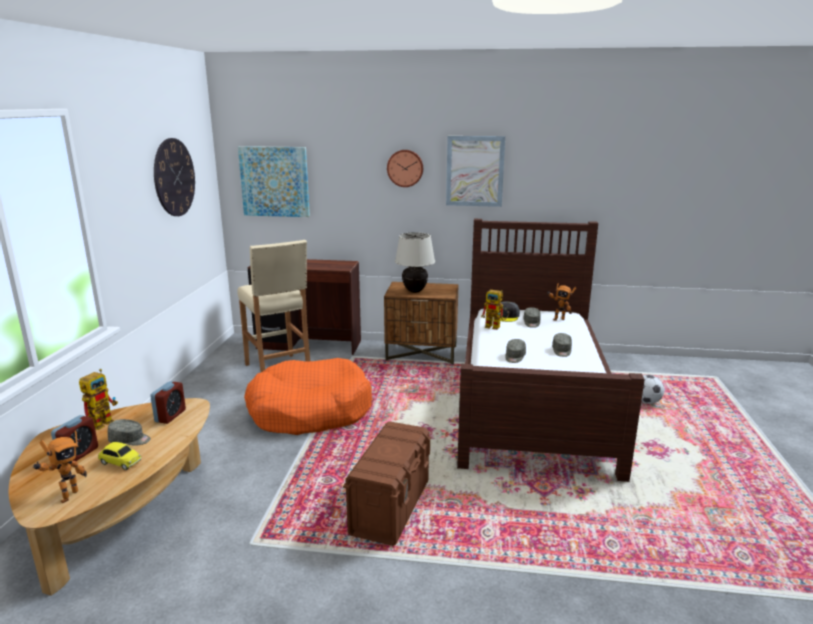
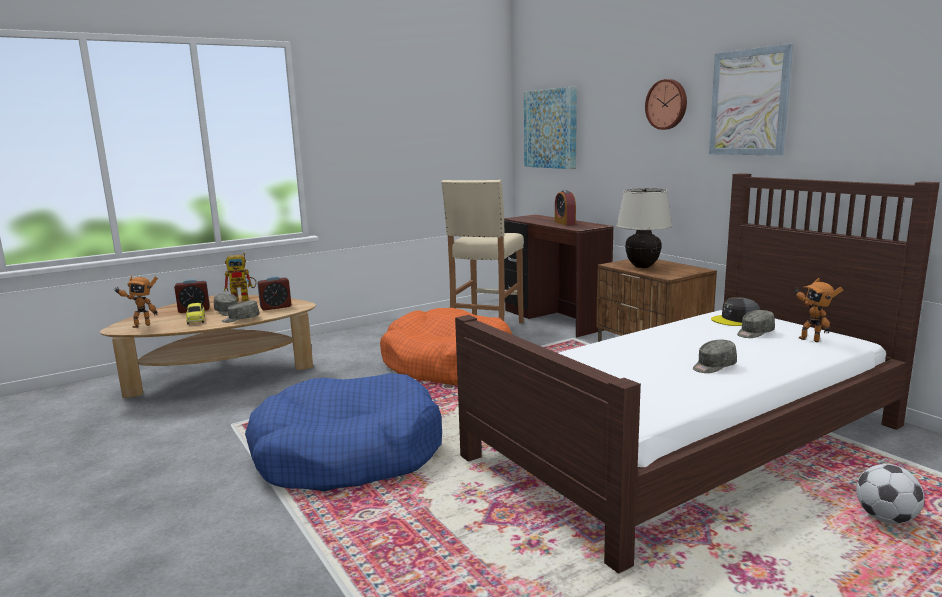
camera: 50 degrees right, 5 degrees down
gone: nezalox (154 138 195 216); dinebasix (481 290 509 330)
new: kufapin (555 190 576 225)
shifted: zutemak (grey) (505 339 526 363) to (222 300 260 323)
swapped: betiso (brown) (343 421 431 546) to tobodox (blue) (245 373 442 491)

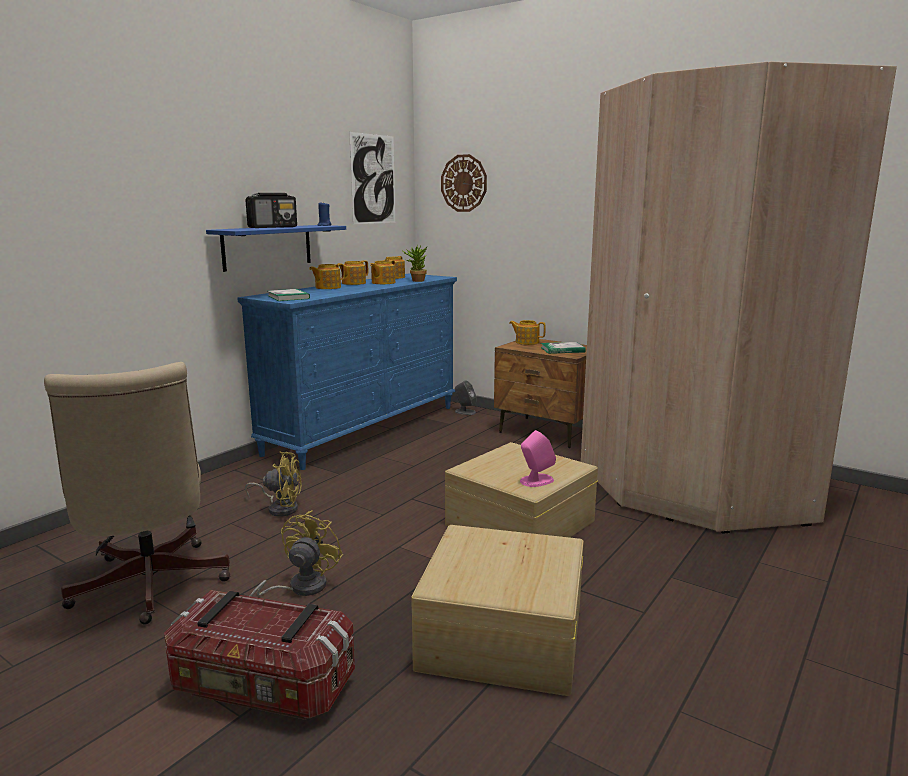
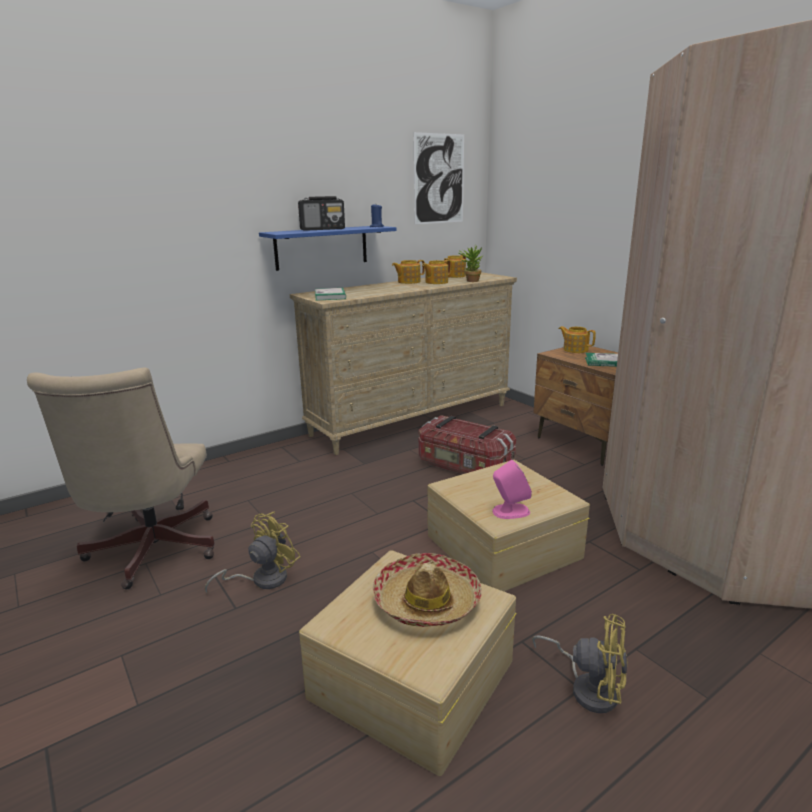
camera: 20 degrees right, 5 degrees up
gone: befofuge (309 264 344 289); nezalox (441 154 487 212); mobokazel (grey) (455 381 477 415)
new: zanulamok (373 553 482 627)
shifted: betiso (164 590 355 720) to (419 415 516 474); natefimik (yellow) (245 452 302 517) to (532 614 628 713)
repainted: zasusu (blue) (237 273 457 470) to zasusu (beige) (290 272 517 455)

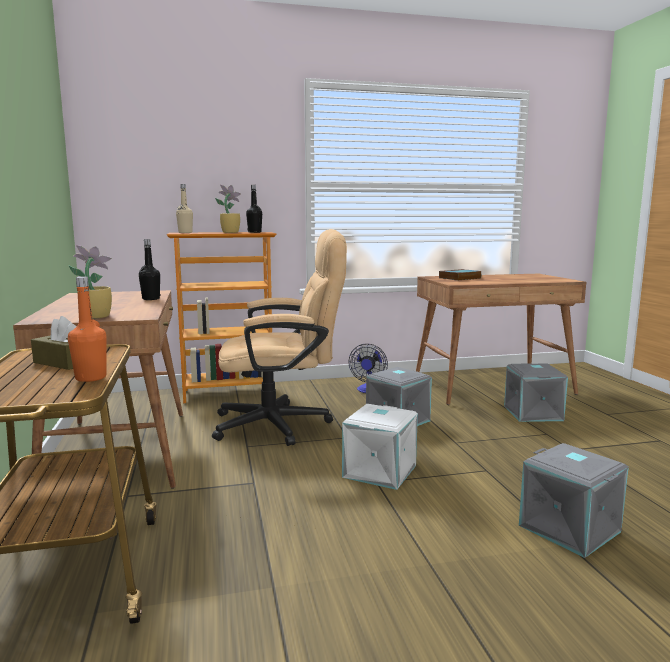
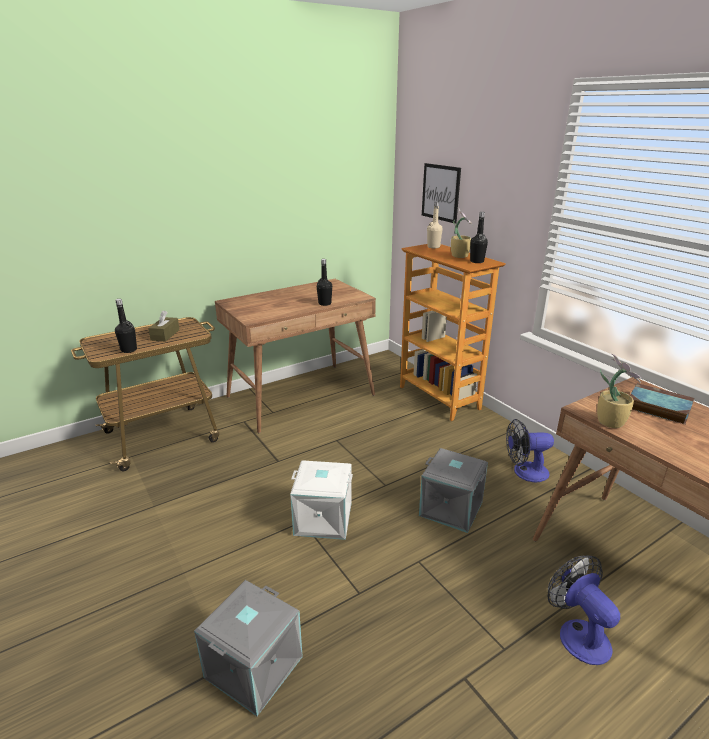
camera: 70 degrees right, 15 degrees up
gone: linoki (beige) (212 229 347 446)
new: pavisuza (422 163 461 224)
shifted: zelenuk (69 245 112 319) to (597 354 642 428)
swapped: betiso (grey) (504 364 568 422) to natefimik (548 555 620 665)
repainted: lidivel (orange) (68 277 107 382) to lidivel (black) (115 299 137 353)

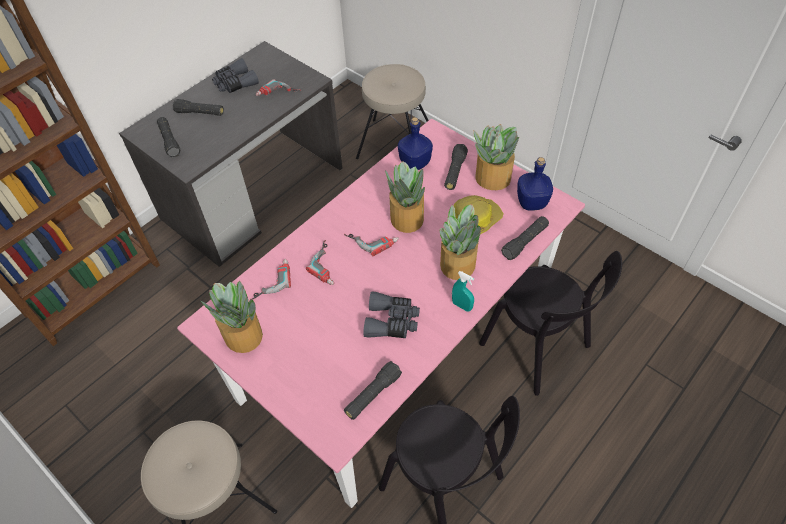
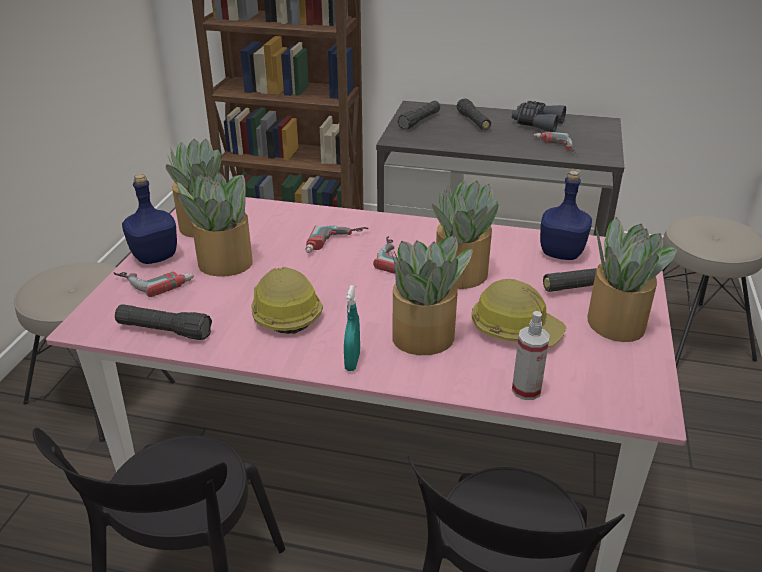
camera: 60 degrees right, 20 degrees down
new: zelenuk (177 173 253 277)
shifted: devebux (250 259 291 300) to (114 272 194 297); lidivel (blue) (517 157 553 211) to (122 174 177 264)
swapped: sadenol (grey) (363 291 420 338) to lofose (251 267 323 334); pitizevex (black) (501 216 549 260) to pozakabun (512 311 550 400)

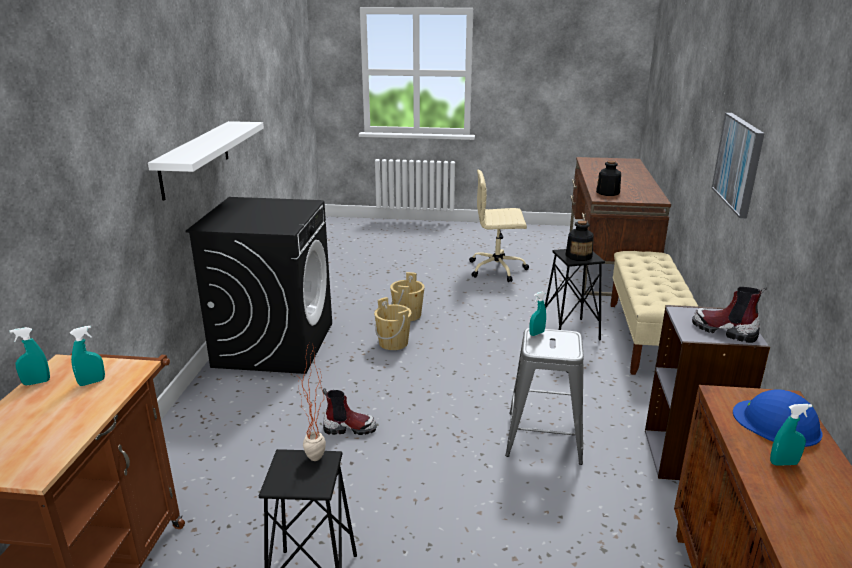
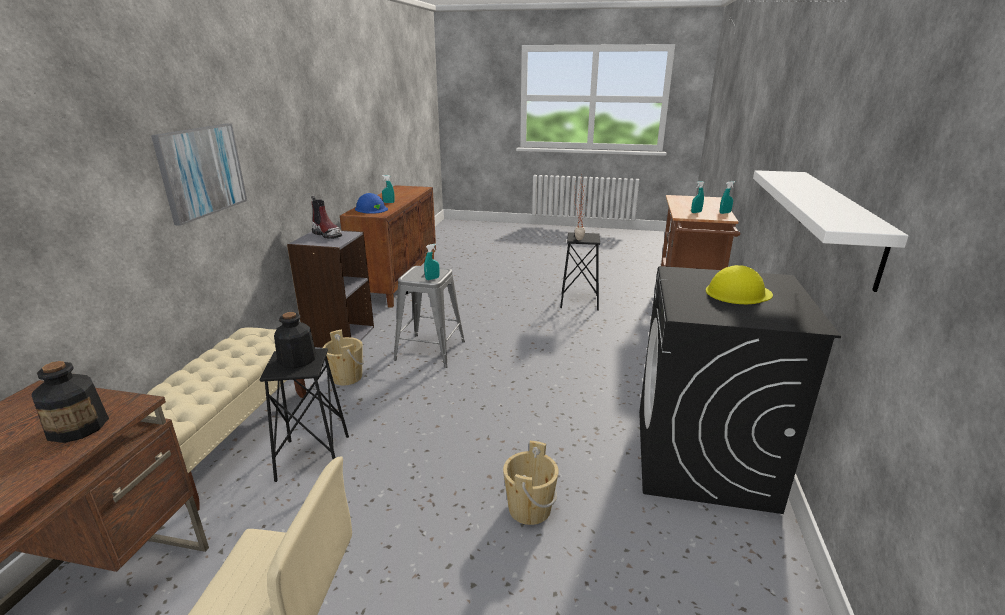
camera: 175 degrees left, 0 degrees up
gone: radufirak (322 388 376 435)
new: lofose (yellow) (706 265 773 304)
shifted: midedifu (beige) (374 297 412 350) to (323 330 364 385)

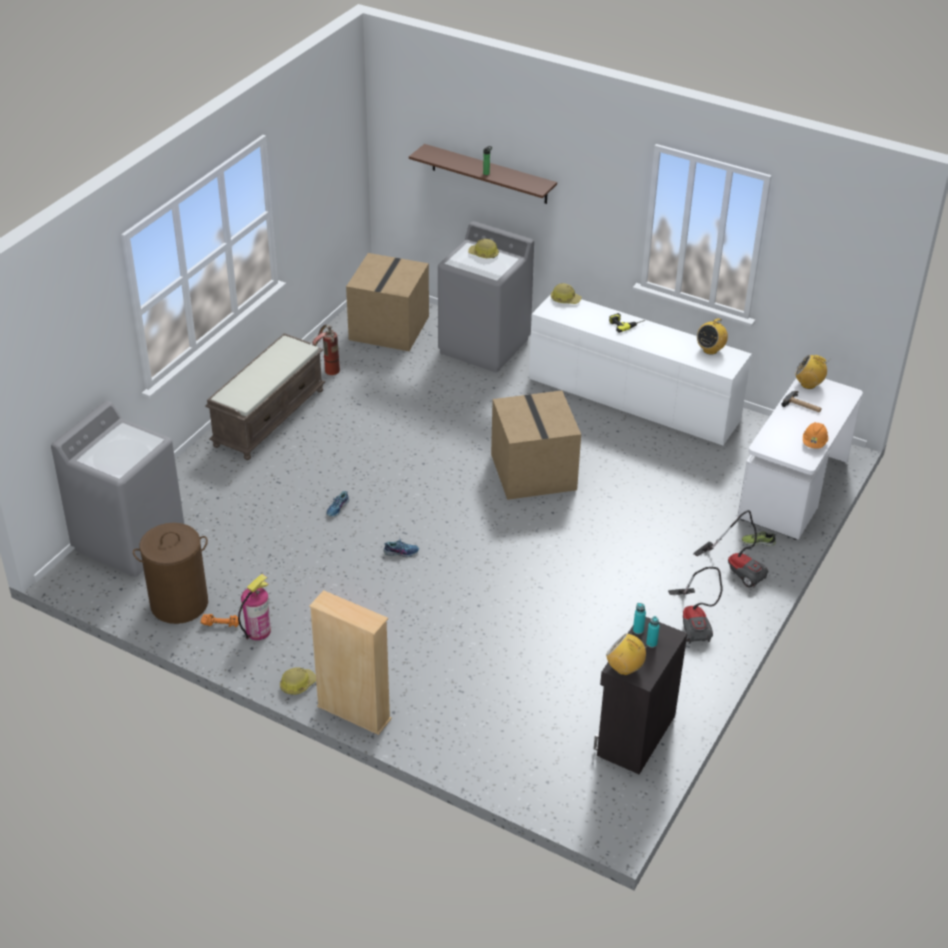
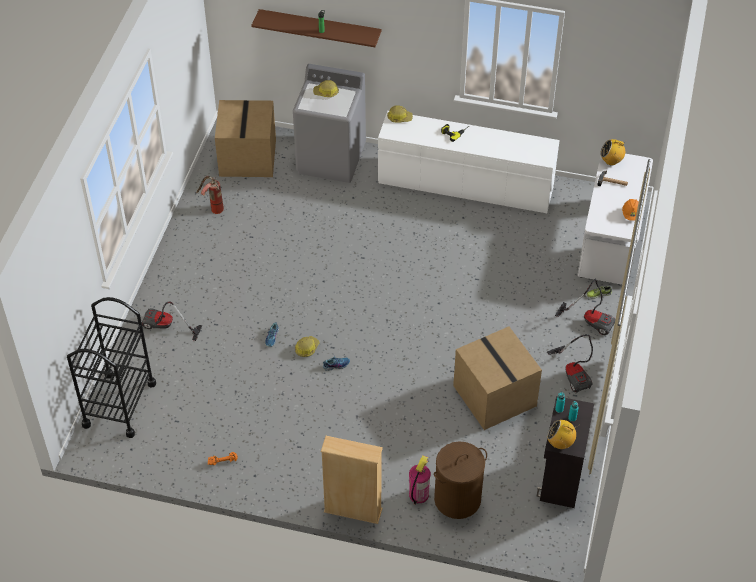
camera: 15 degrees left, 10 degrees up
gone: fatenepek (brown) (205 333 325 460); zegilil (697 318 728 355)
new: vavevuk (142 301 203 341)
shifted: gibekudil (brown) (133 523 208 624) to (434 442 487 519); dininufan (238 574 271 640) to (409 455 431 505); lofose (280 667 316 695) to (295 336 319 357); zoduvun (491 390 581 500) to (453 326 542 430)
swapped: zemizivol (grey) (51 401 184 577) to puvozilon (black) (67 297 156 438)

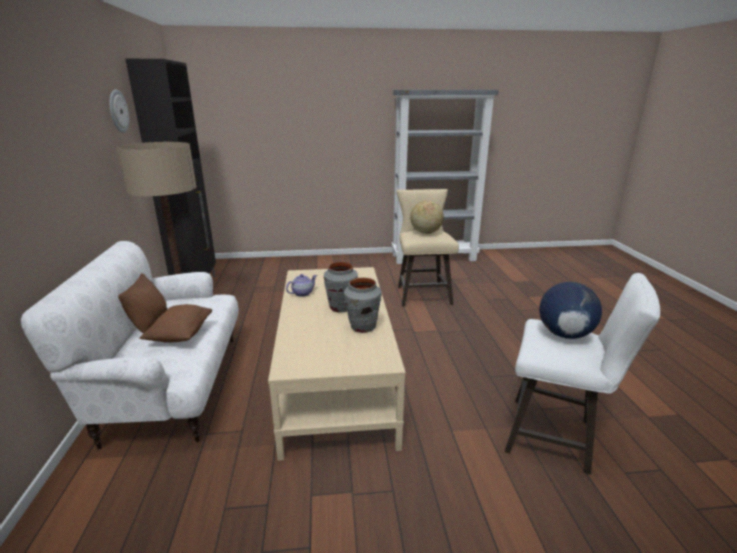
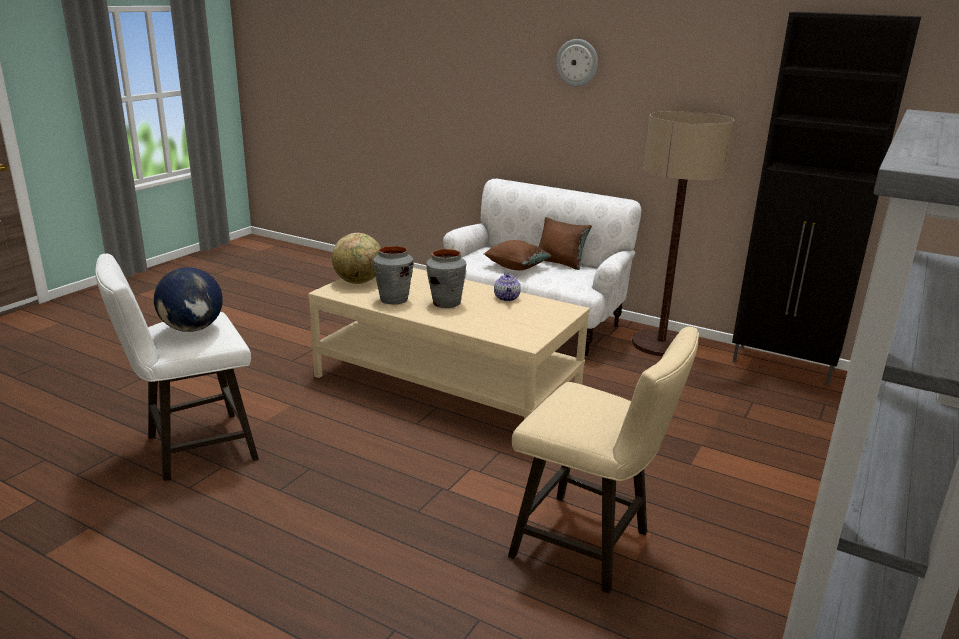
camera: 125 degrees right, 0 degrees up
shifted: nezalox (110 90 129 133) to (556 39 598 86); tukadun (410 200 444 234) to (332 233 381 284)

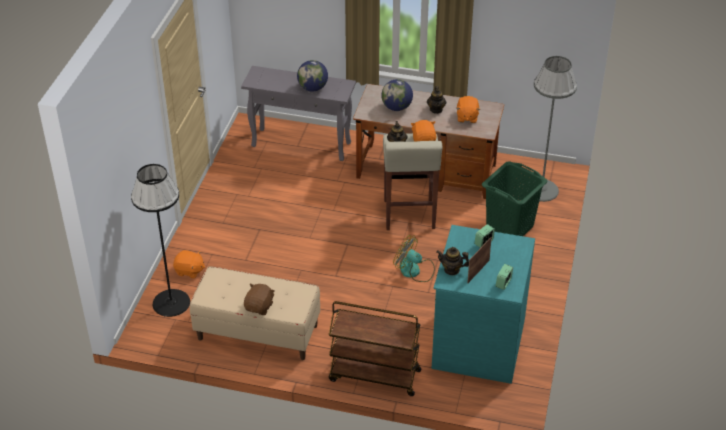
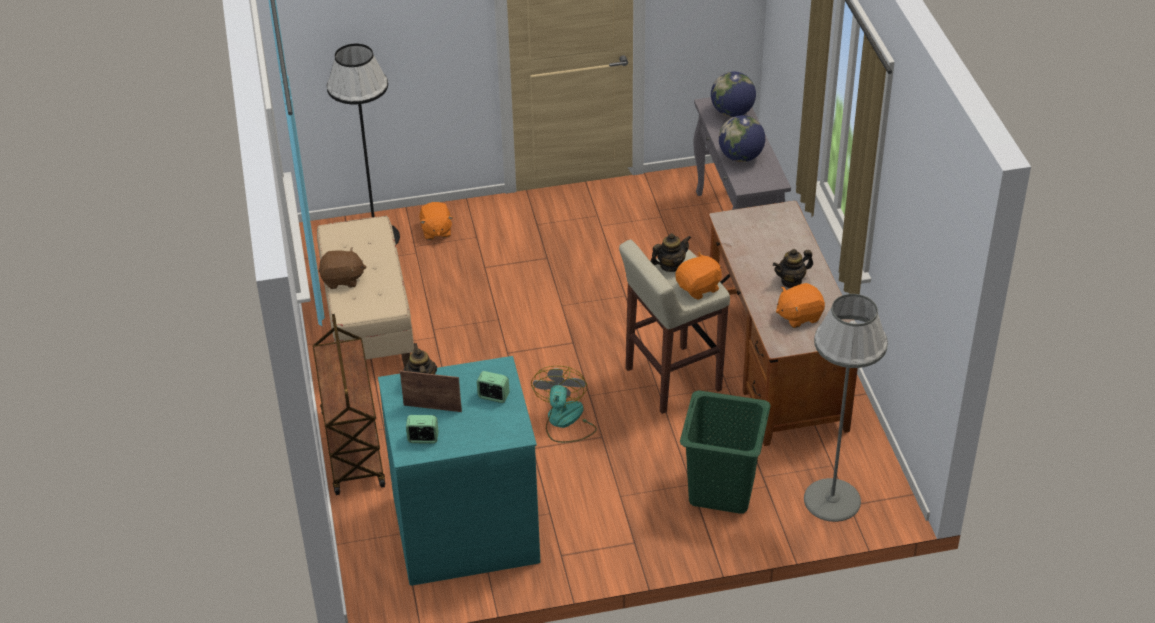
camera: 65 degrees right, 0 degrees up
shifted: tukadun (381 79 413 111) to (711 72 756 117)

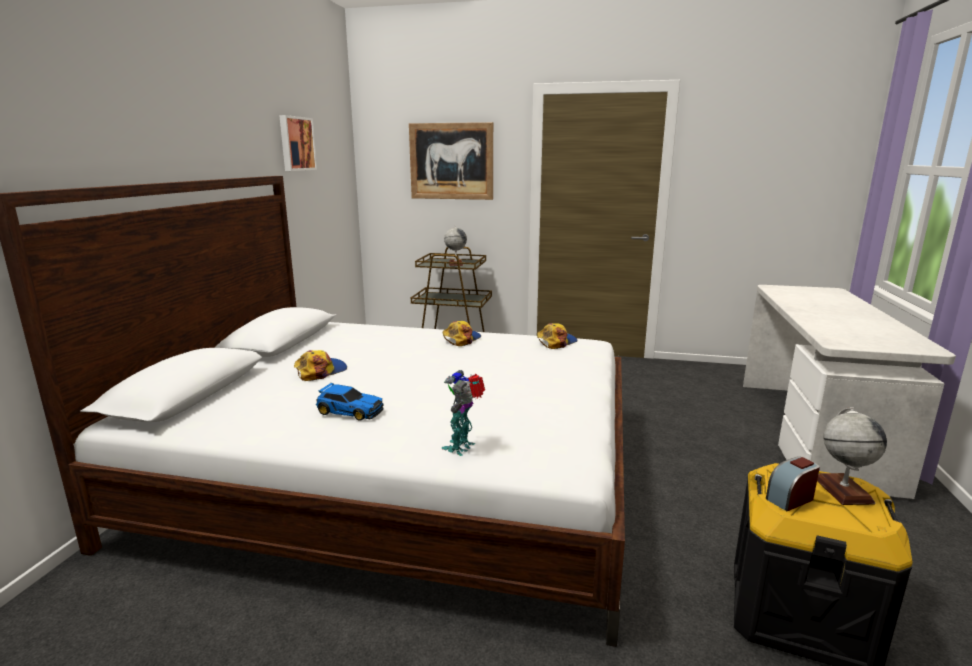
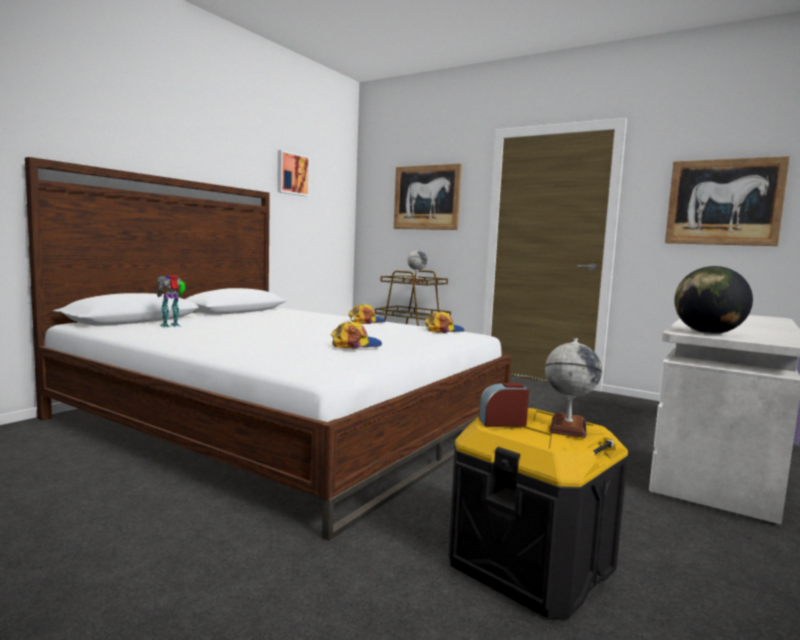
camera: 20 degrees right, 10 degrees down
gone: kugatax (316 383 384 421)
new: pavisuza (665 156 790 246); tukadun (674 266 753 334)
shifted: zutemak (294 350 347 381) to (330 321 382 349); dinebasix (442 370 485 456) to (157 275 186 327)

